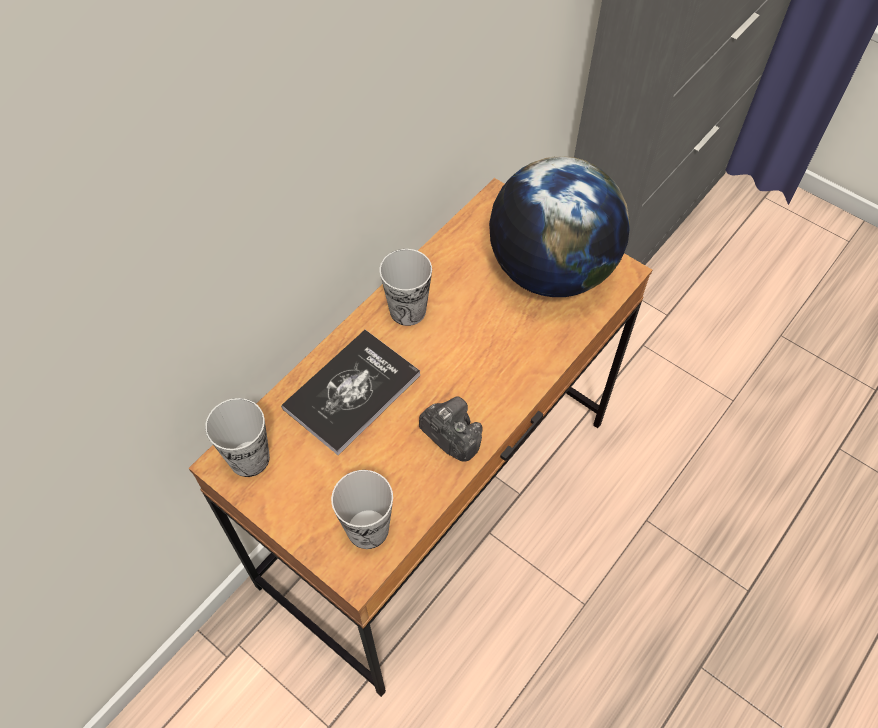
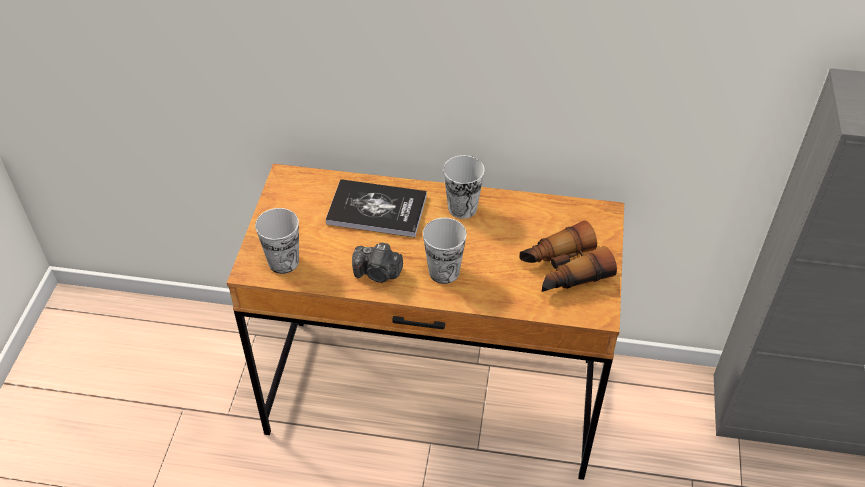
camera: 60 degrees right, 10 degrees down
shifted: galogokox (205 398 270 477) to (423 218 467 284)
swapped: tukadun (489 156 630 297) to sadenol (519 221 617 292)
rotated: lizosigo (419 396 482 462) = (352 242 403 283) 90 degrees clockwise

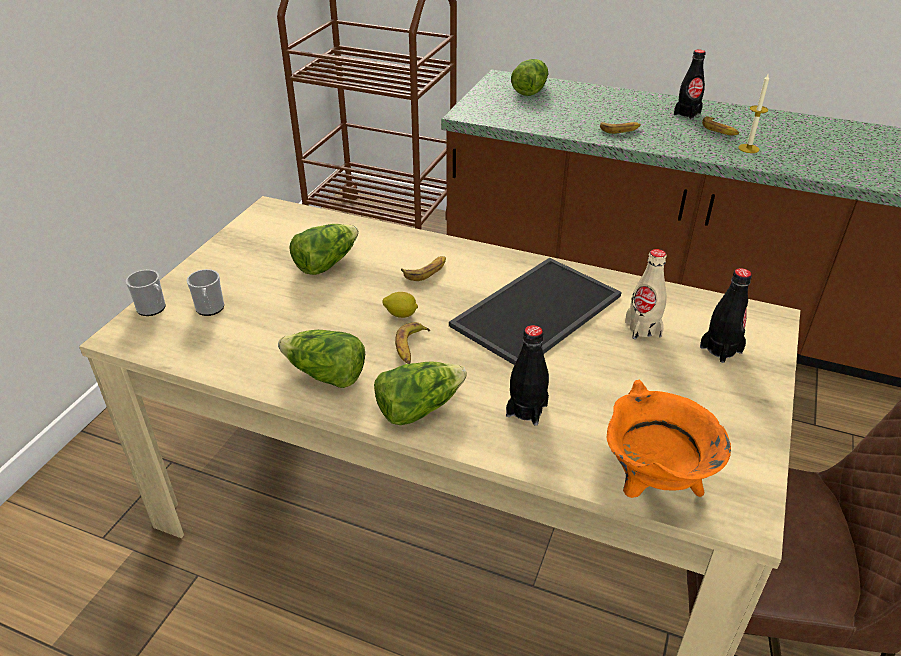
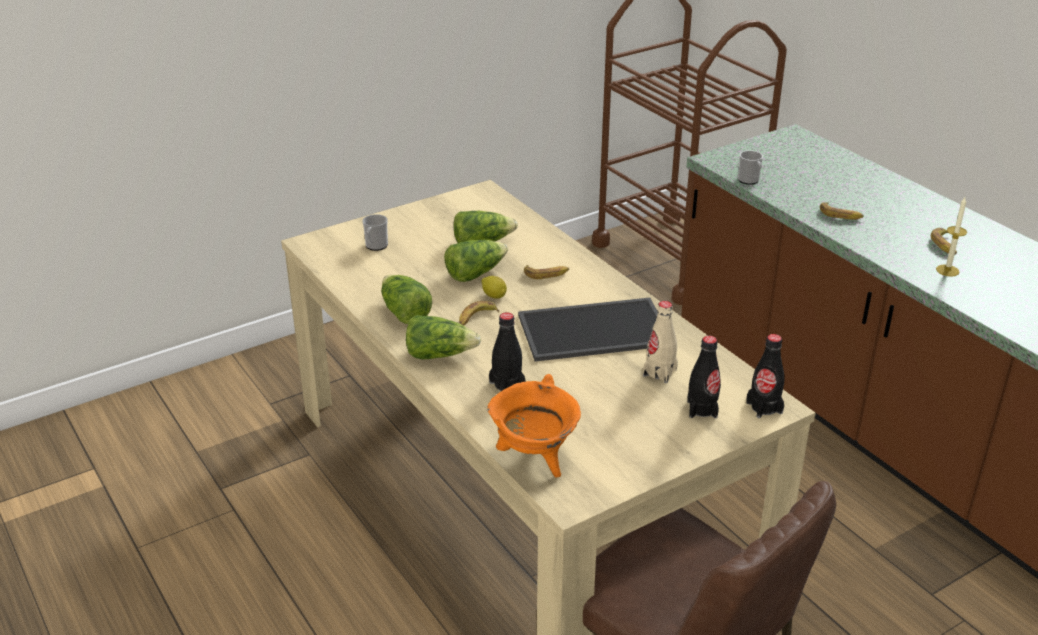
camera: 35 degrees right, 5 degrees down
shifted: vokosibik (126 270 166 316) to (738 150 763 185); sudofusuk (511 59 549 96) to (444 240 508 282); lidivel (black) (674 49 706 120) to (746 334 784 418)

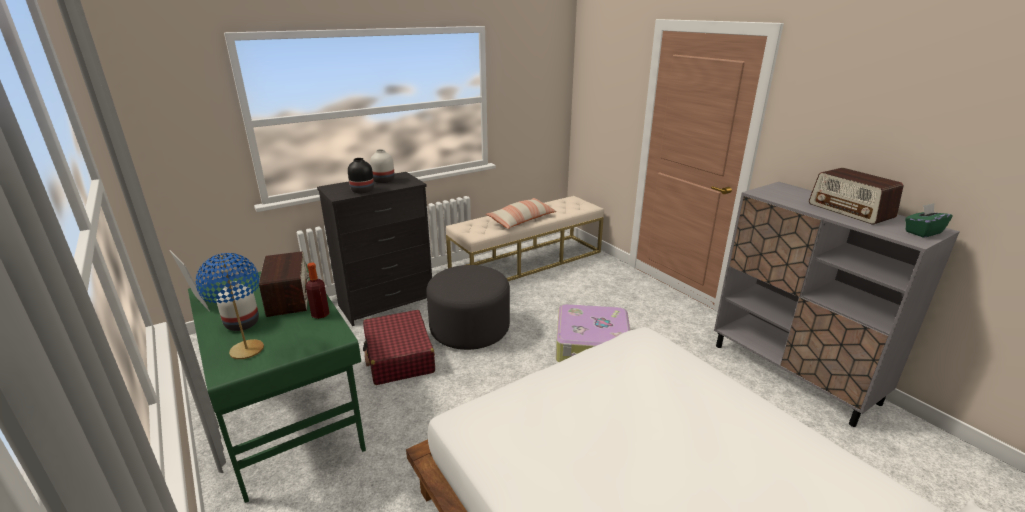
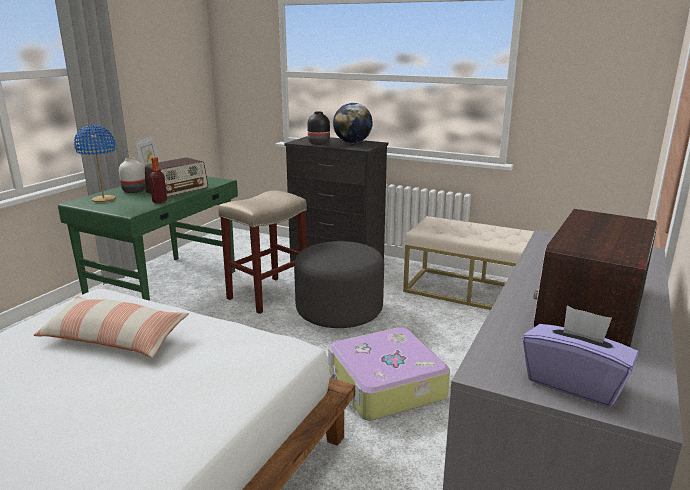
camera: 60 degrees right, 5 degrees down
shifted: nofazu (486 198 557 229) to (34 296 189 358)
swapped: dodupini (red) (363 310 435 385) to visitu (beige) (218 190 307 314); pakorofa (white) (370 149 395 183) to tukadun (333 103 373 143)
repainted: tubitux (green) (905 203 953 238) to tubitux (purple) (522 305 638 407)

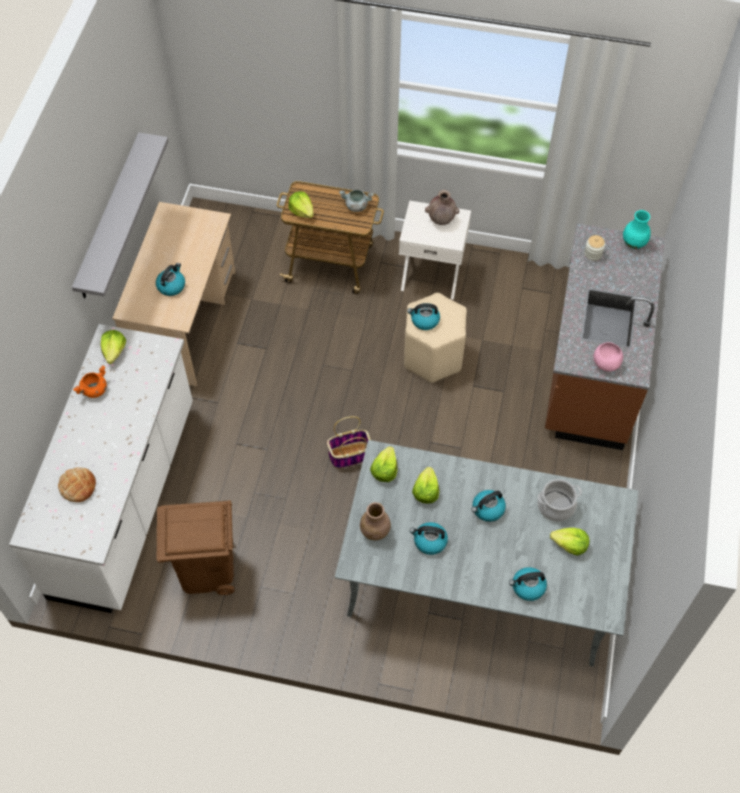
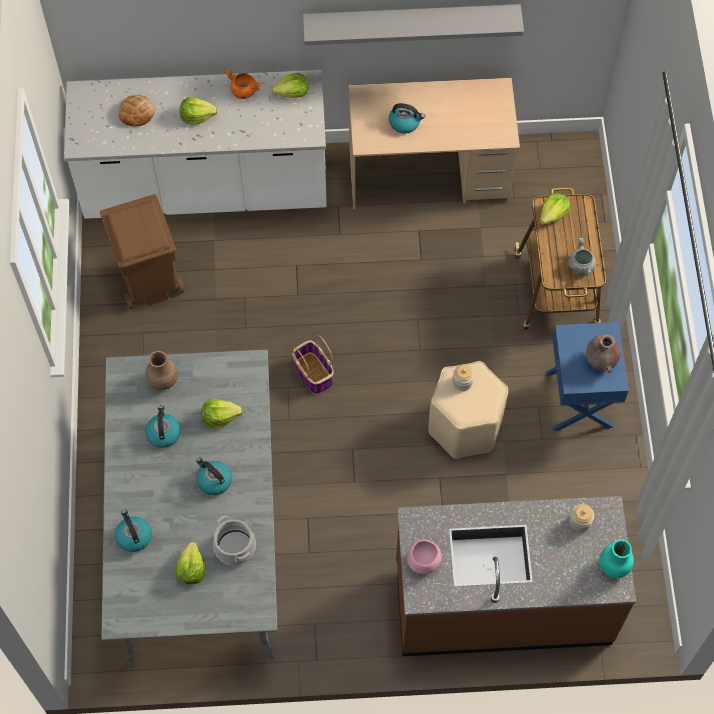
camera: 75 degrees right, 5 degrees up
shifted: sudofusuk (370 446 398 482) to (180 97 218 125)
swapped: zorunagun (407 303 440 330) to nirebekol (453 364 474 391)
repainted: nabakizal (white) (399 201 471 300) to nabakizal (blue) (546 322 629 431)

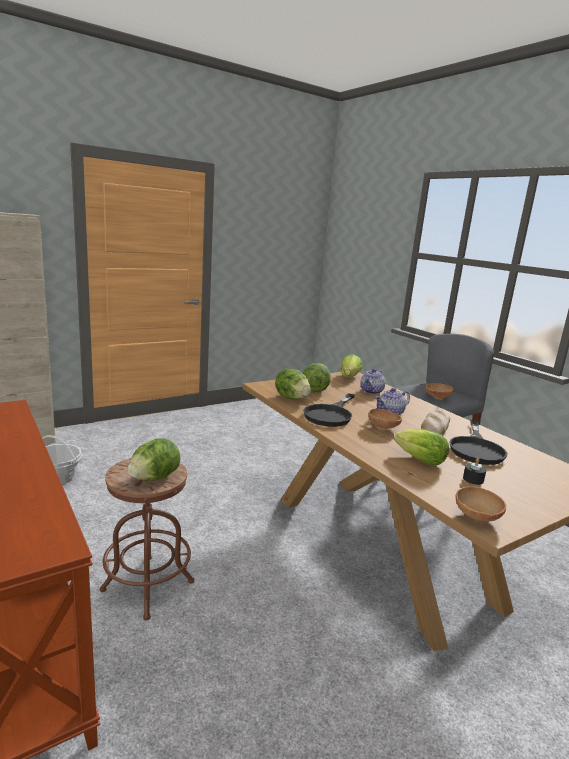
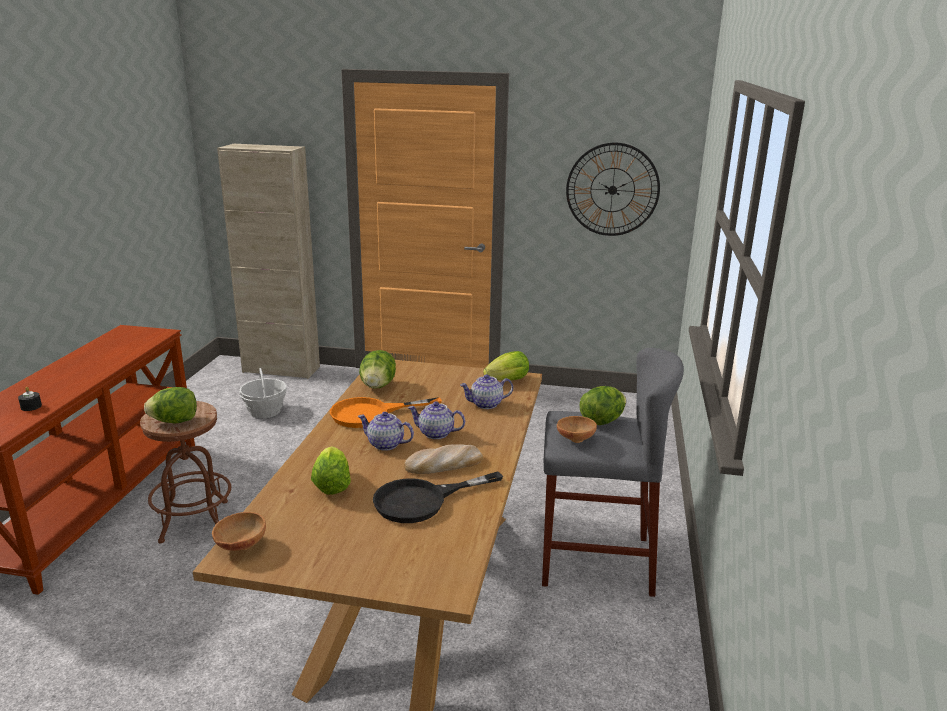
camera: 45 degrees right, 5 degrees up
new: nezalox (566 143 660 236)
shifted: sudofusuk (303 363 331 392) to (580 386 626 425); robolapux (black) (463 458 486 485) to (18 387 42 411)
swapped: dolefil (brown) (368 409 402 430) to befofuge (358 412 414 451)
repainted: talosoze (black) (303 393 355 427) to talosoze (orange) (330 397 442 428)

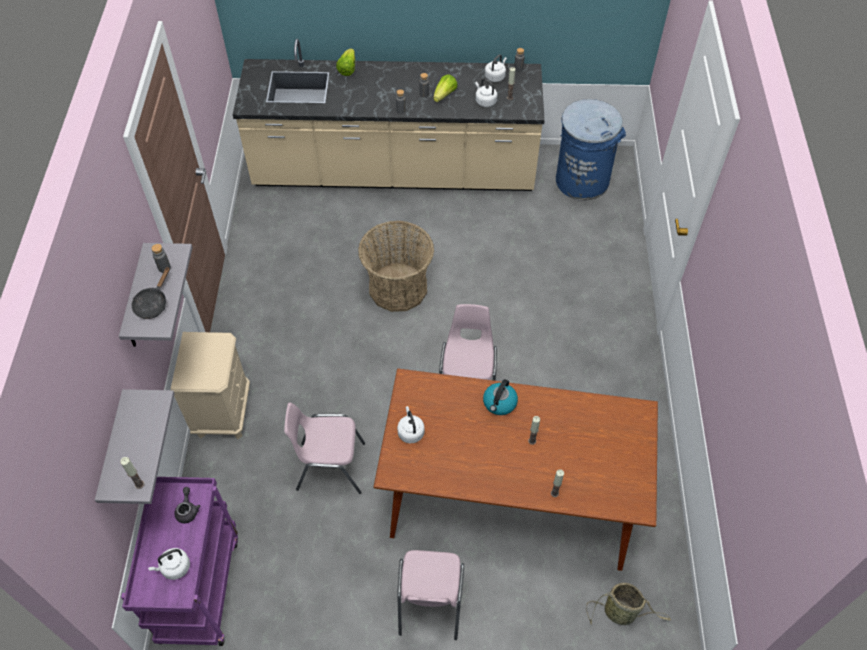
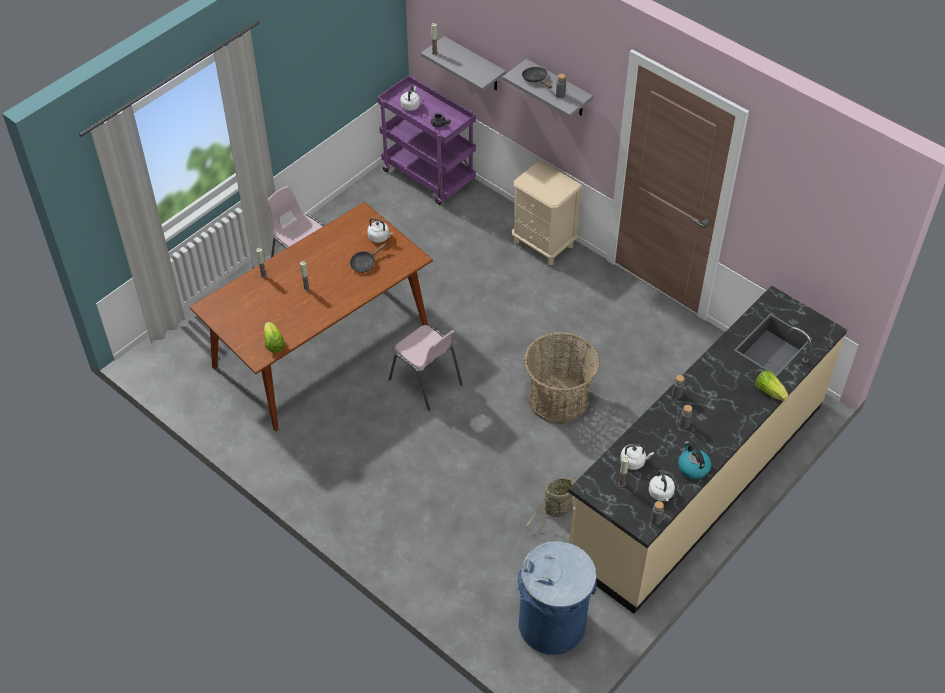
camera: 130 degrees right, 5 degrees down
gone: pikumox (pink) (284 403 365 494)
new: talosoze (black) (350 243 387 273)
shifted: sudofusuk (433 75 458 102) to (264 322 285 353); zorunagun (483 379 518 415) to (678 441 711 479); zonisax (586 583 671 625) to (525 475 575 531)

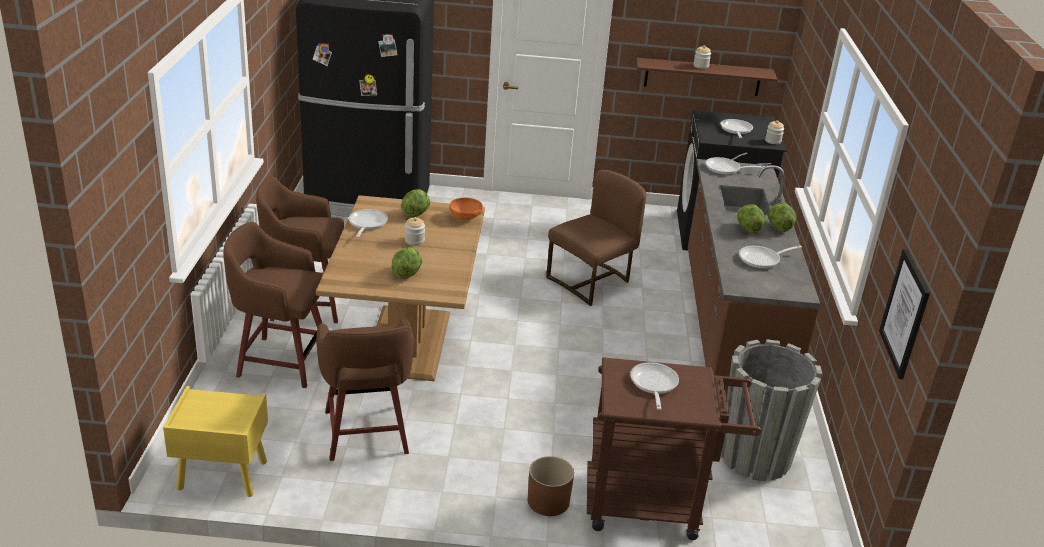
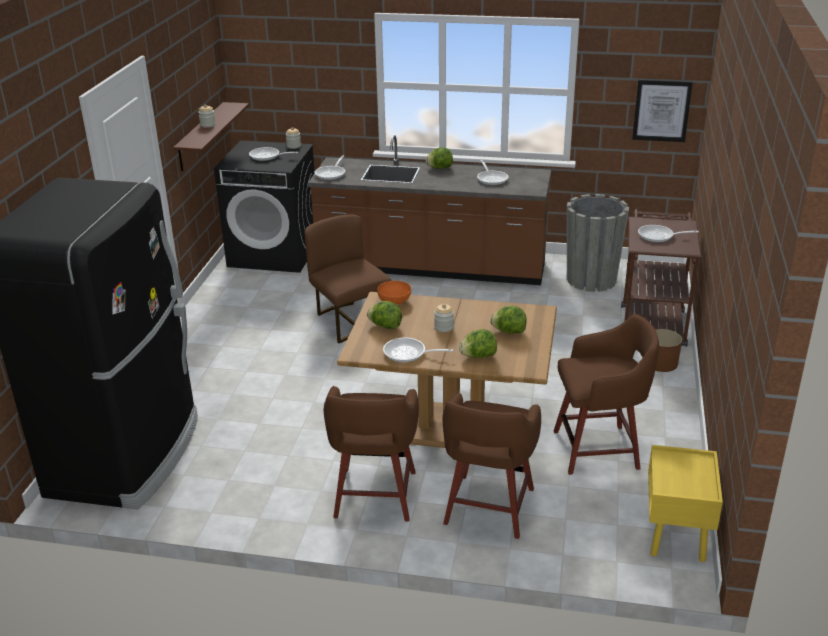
camera: 80 degrees left, 0 degrees up
shifted: sudofusuk (737 204 766 234) to (459 329 497 358)

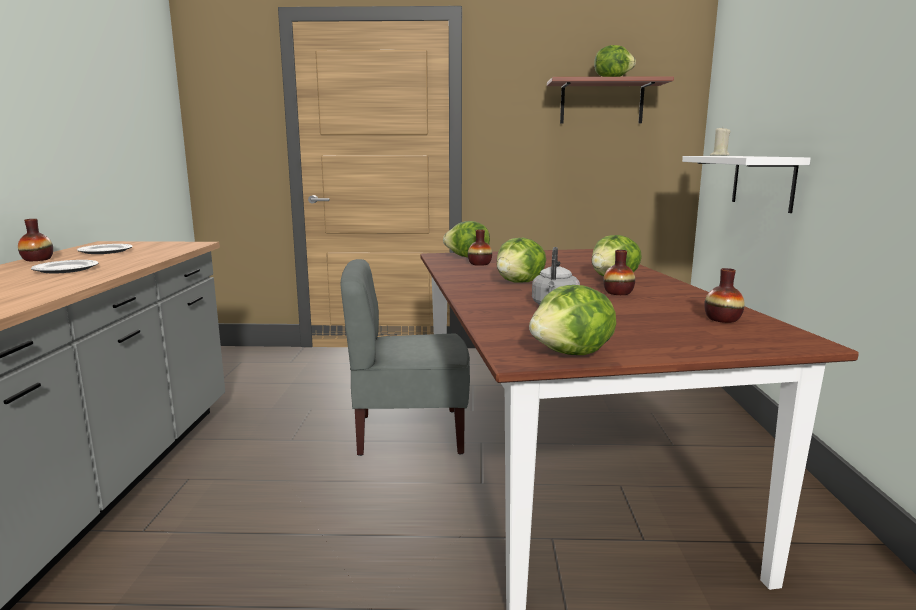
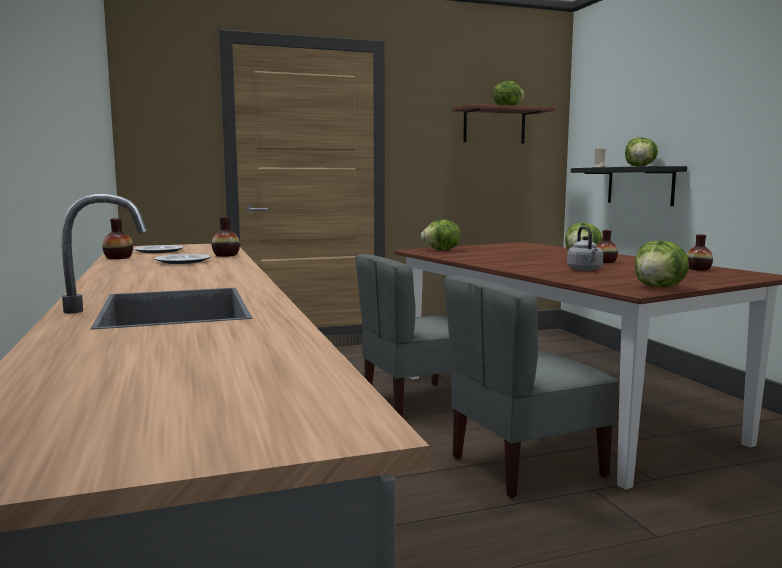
camera: 20 degrees left, 5 degrees down
new: pikumox (grey) (444 275 618 498)
shifted: pakorofa (468 229 492 266) to (212 217 240 257); sudofusuk (497 238 546 282) to (625 137 658 166)
repainted: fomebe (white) (682 156 811 213) to fomebe (black) (571 166 687 206)

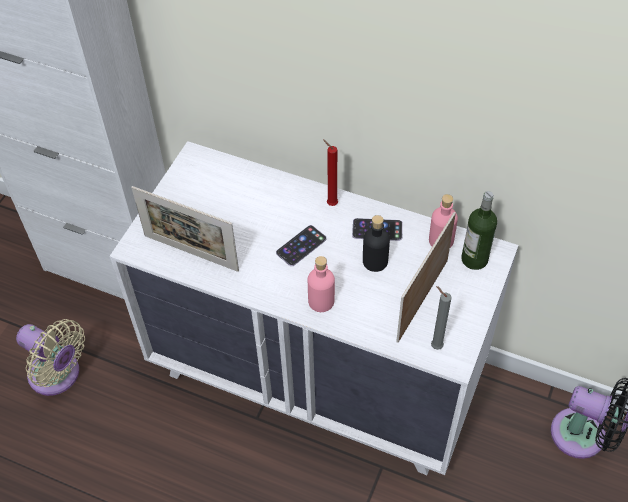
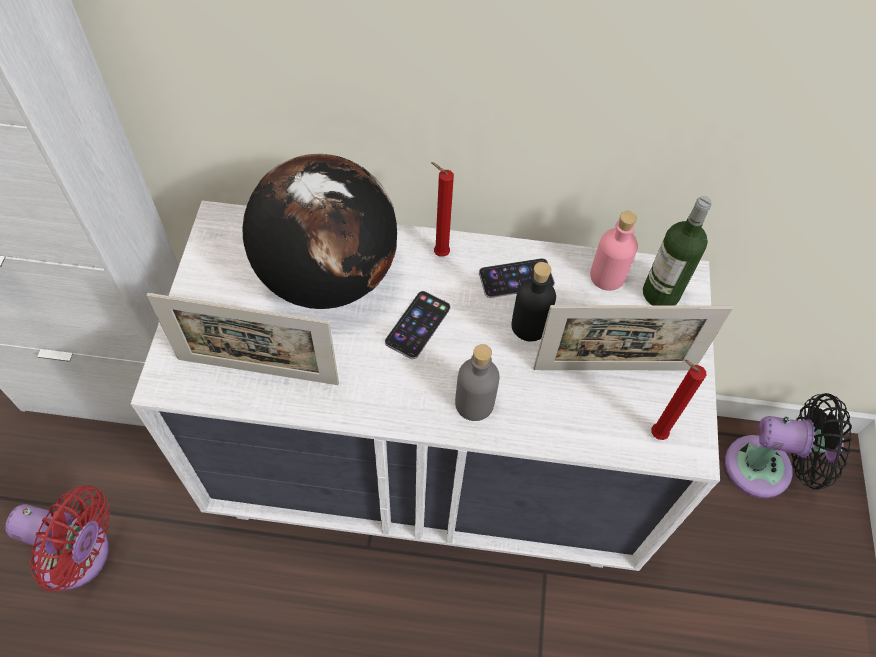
camera: 20 degrees left, 5 degrees up
new: tukadun (243 154 397 309)
repainted: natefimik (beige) (16 319 85 396) to natefimik (red) (5 486 110 591); lidivel (pink) (308 256 335 312) to lidivel (grey) (455 344 500 421); robolapux (grey) (431 286 452 350) to robolapux (red) (651 360 706 440)
rotated: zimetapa (396 212 456 343) = (533 305 733 370) 105 degrees counterclockwise

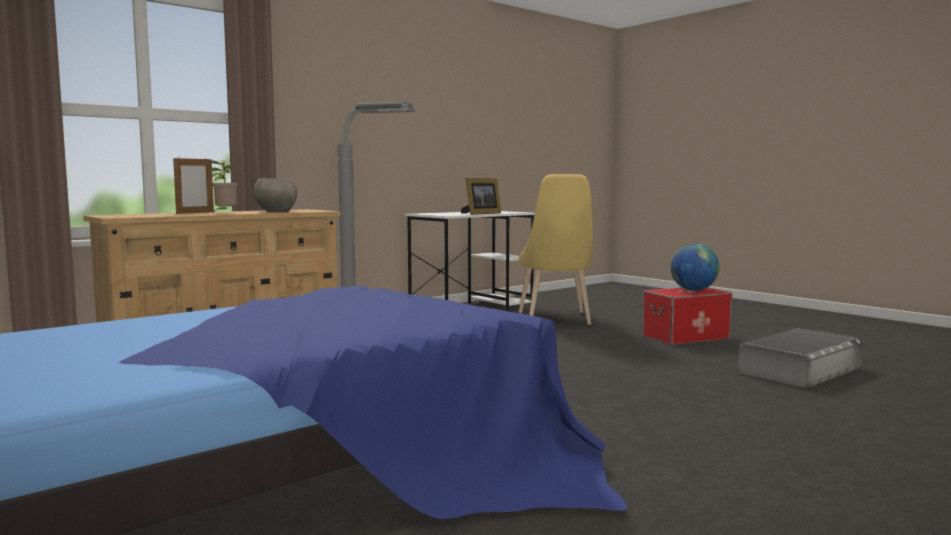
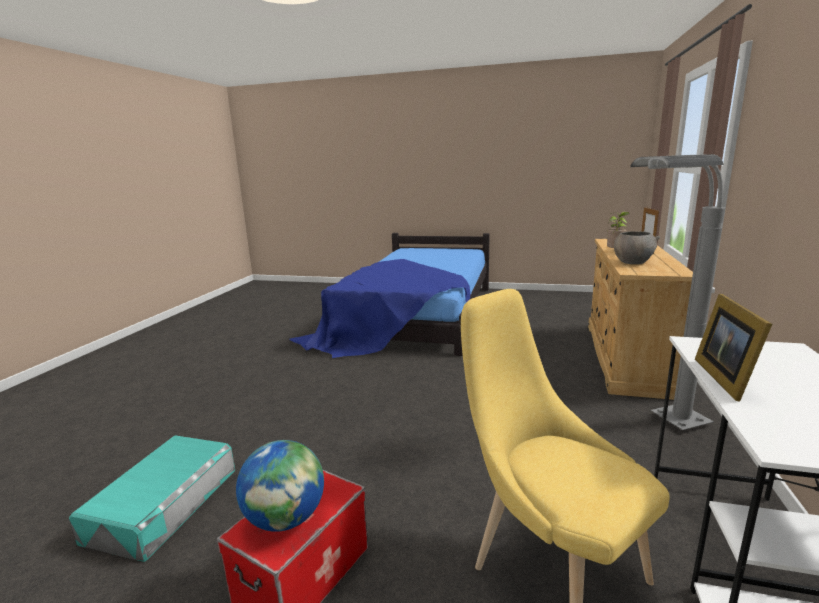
camera: 145 degrees right, 10 degrees up
repainted: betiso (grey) (739 328 863 388) to betiso (turquoise) (69 436 235 562)

